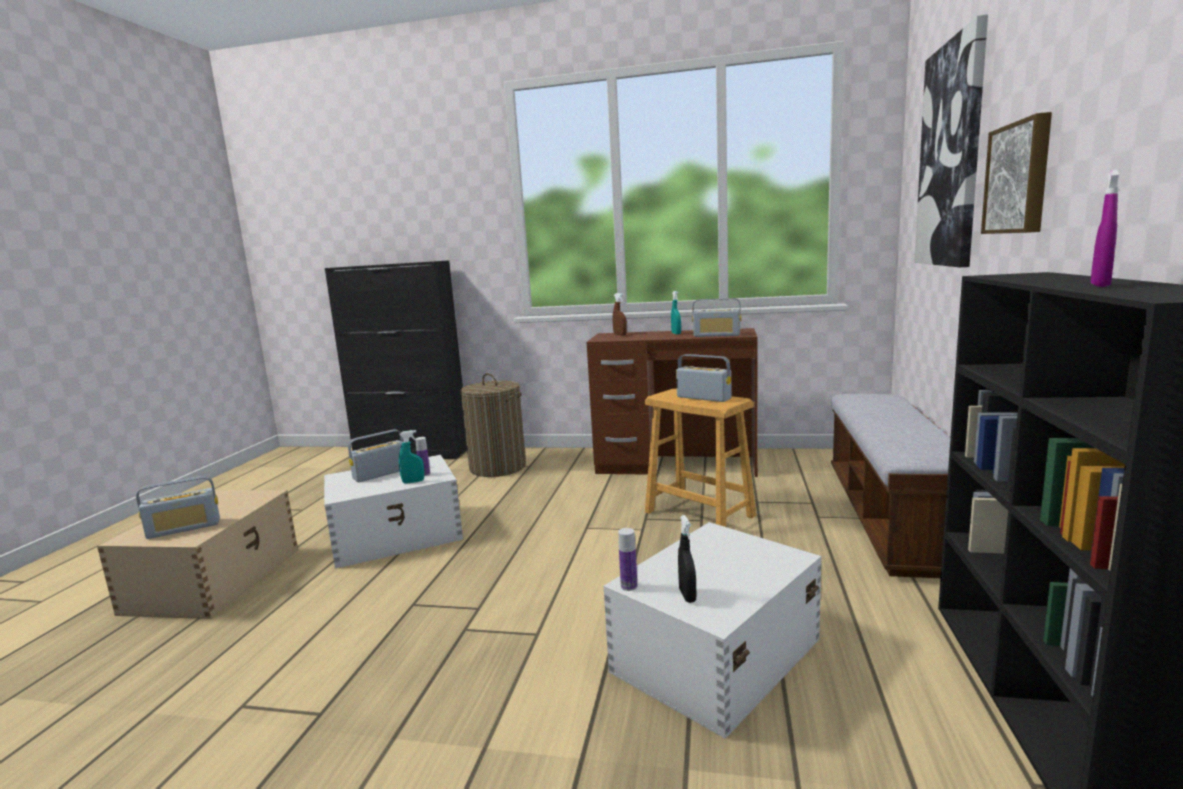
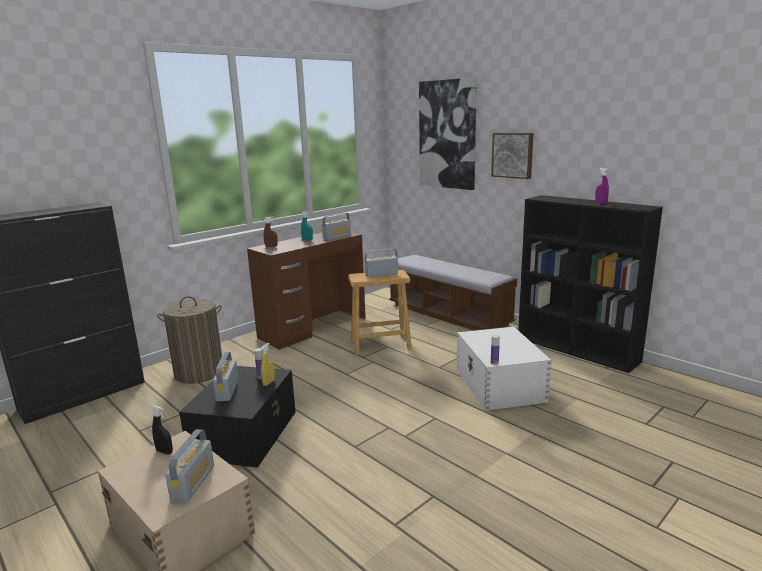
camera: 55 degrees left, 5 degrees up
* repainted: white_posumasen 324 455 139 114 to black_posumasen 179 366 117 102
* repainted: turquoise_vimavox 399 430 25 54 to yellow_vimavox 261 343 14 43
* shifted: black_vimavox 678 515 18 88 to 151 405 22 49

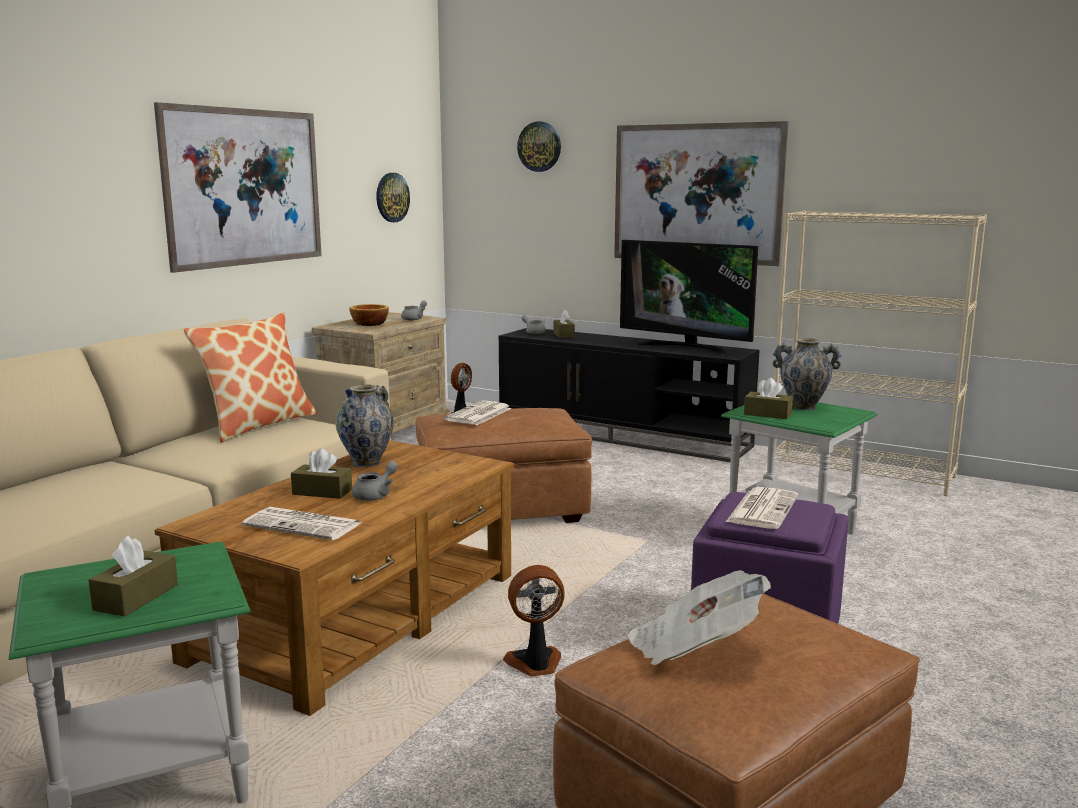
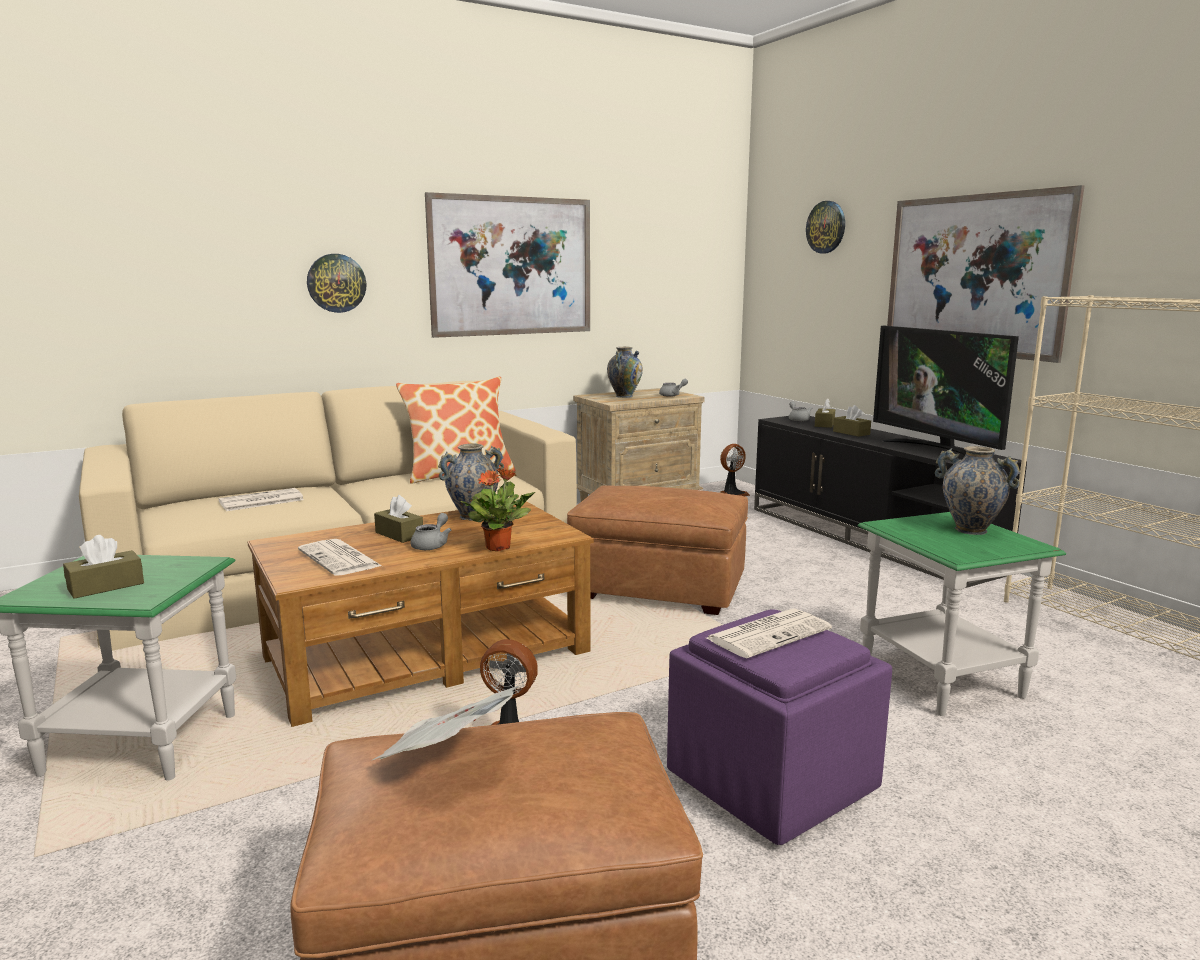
camera: 30 degrees right, 0 degrees up
* swapped: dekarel 349 304 40 22 to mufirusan 607 347 36 51
* rotated: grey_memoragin 352 461 46 40 = 410 513 41 37 45 degrees counterclockwise
* shifted: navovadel 376 173 34 49 to 307 254 59 59
* shifted: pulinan 444 400 67 25 to 218 488 86 23
* shifted: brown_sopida 744 378 49 41 to 833 405 38 32
* new: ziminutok 461 468 74 83

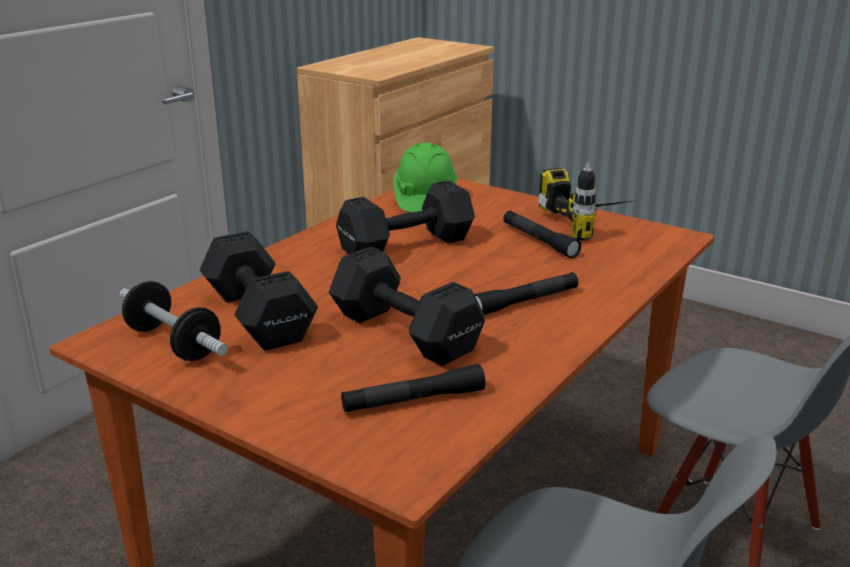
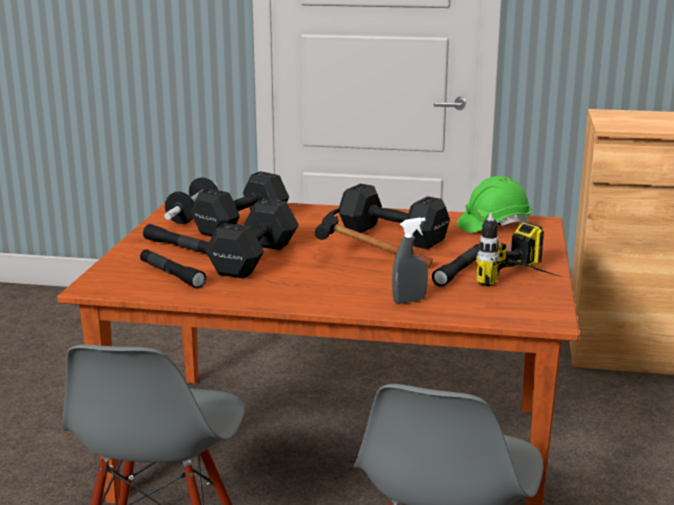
camera: 65 degrees right, 5 degrees down
* shifted: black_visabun 474 272 104 43 to 143 224 66 30
* new: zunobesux 315 208 118 59
* new: grey_vimavox 392 218 36 86

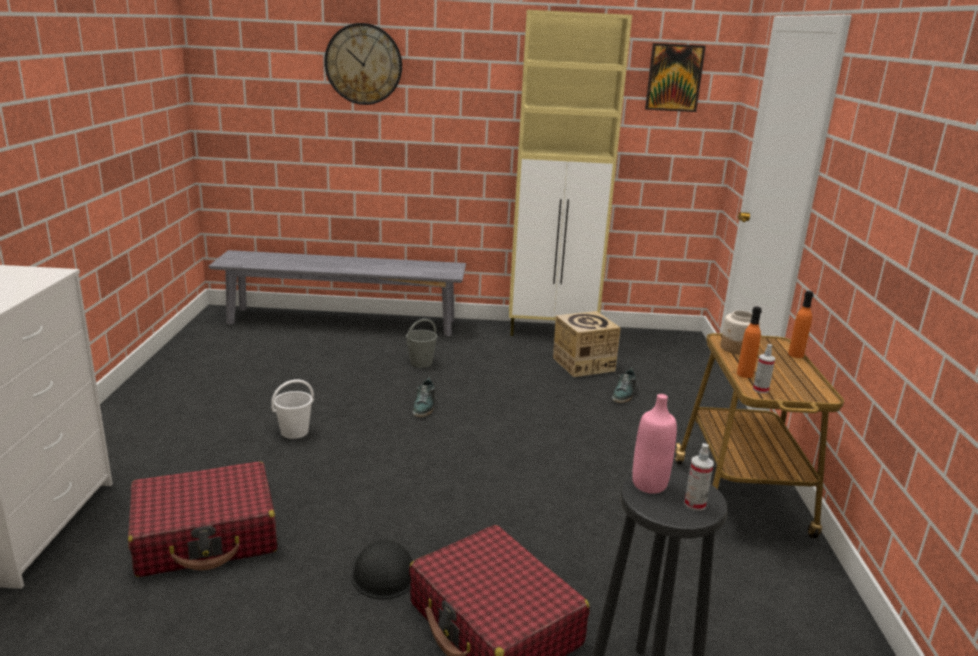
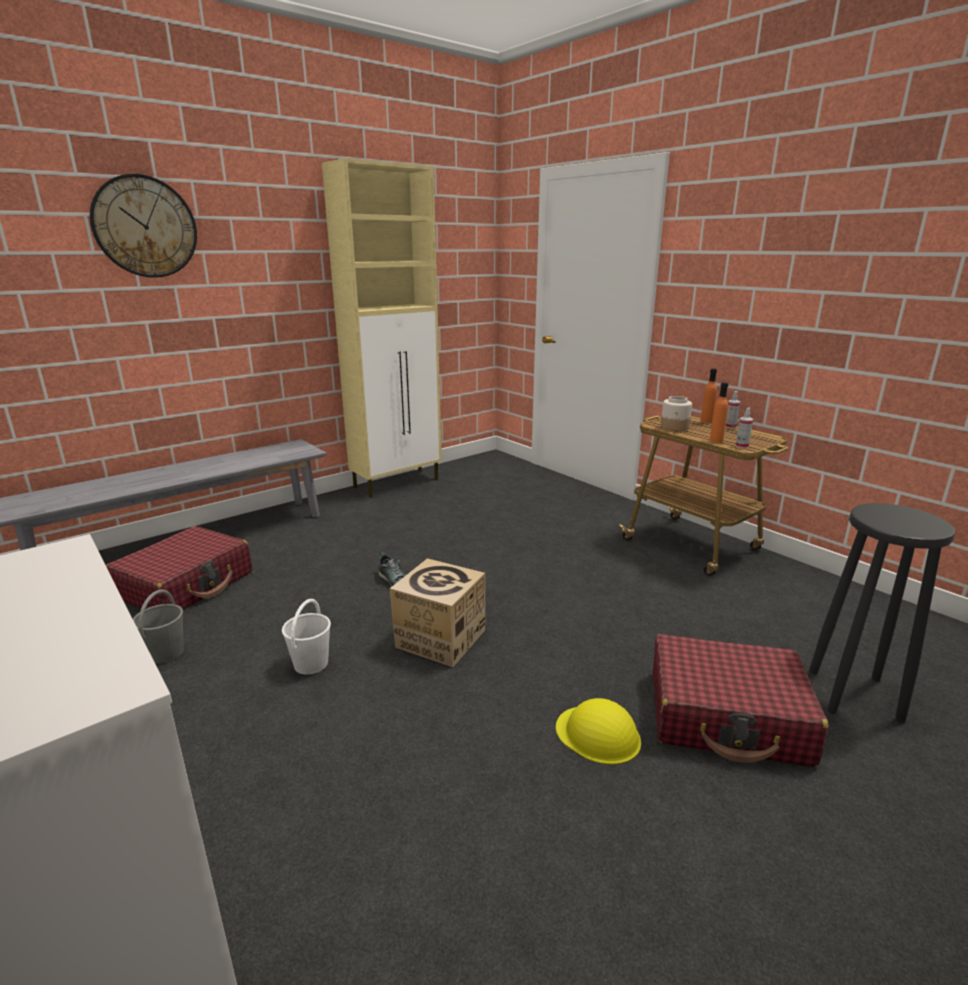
camera: 40 degrees left, 0 degrees up
* shifted: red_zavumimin 128 461 149 116 to 106 526 146 84
* repainted: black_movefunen 351 540 61 59 to yellow_movefunen 556 698 85 67
* shifted: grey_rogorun 406 319 31 49 to 133 589 51 75
* shifted: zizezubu 553 311 68 66 to 390 558 95 109
* gone: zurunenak 612 368 24 35
* gone: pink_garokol 632 394 45 100
* gone: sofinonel 645 43 61 69
* shifted: vimavox 685 443 29 68 to 726 391 14 38

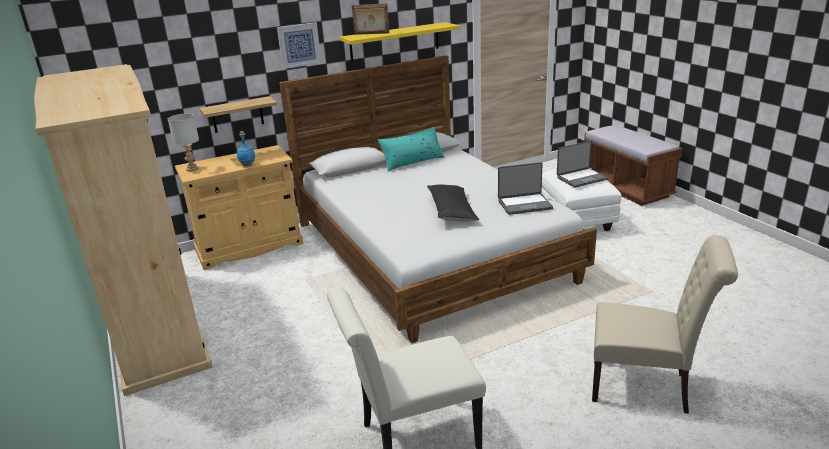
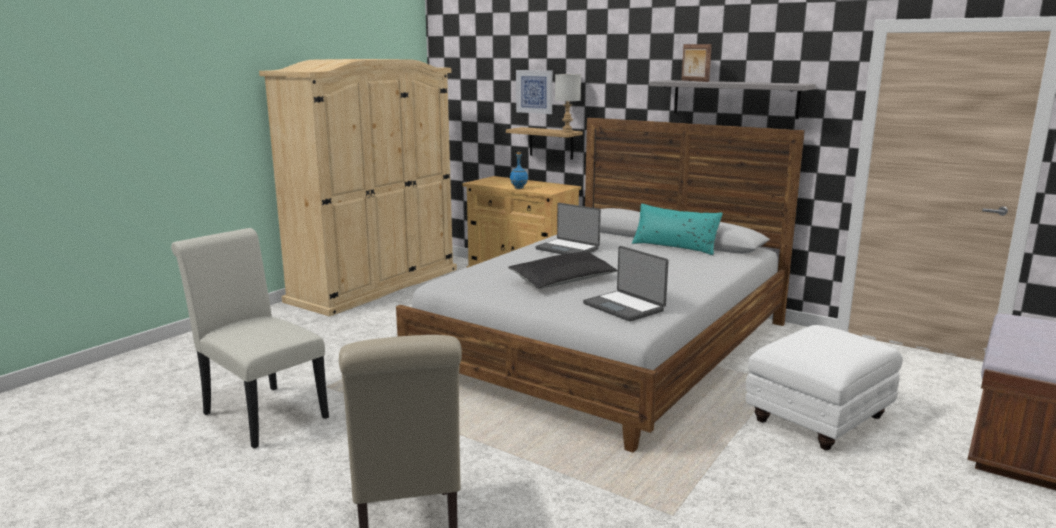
camera: 60 degrees right, 10 degrees down
* shifted: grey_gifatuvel 168 114 31 57 to 555 74 26 58
* shifted: sofinonel 277 22 45 47 to 516 70 37 44
* repainted: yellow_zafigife 339 22 120 40 to grey_zafigife 649 80 167 39
* shifted: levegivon 557 141 51 47 to 535 203 66 51

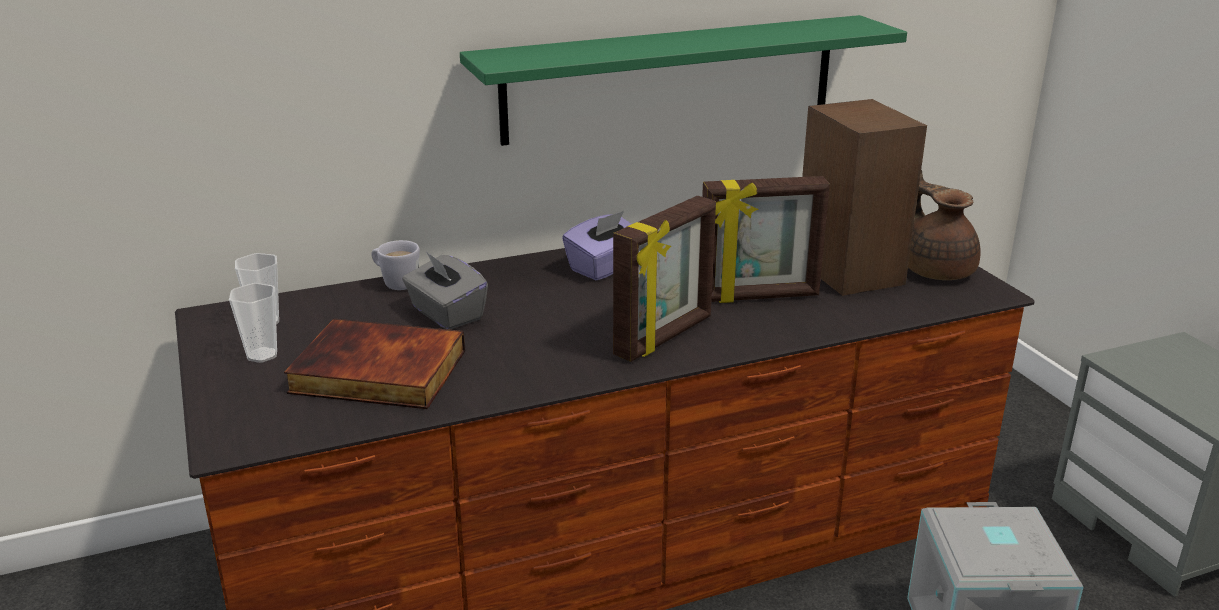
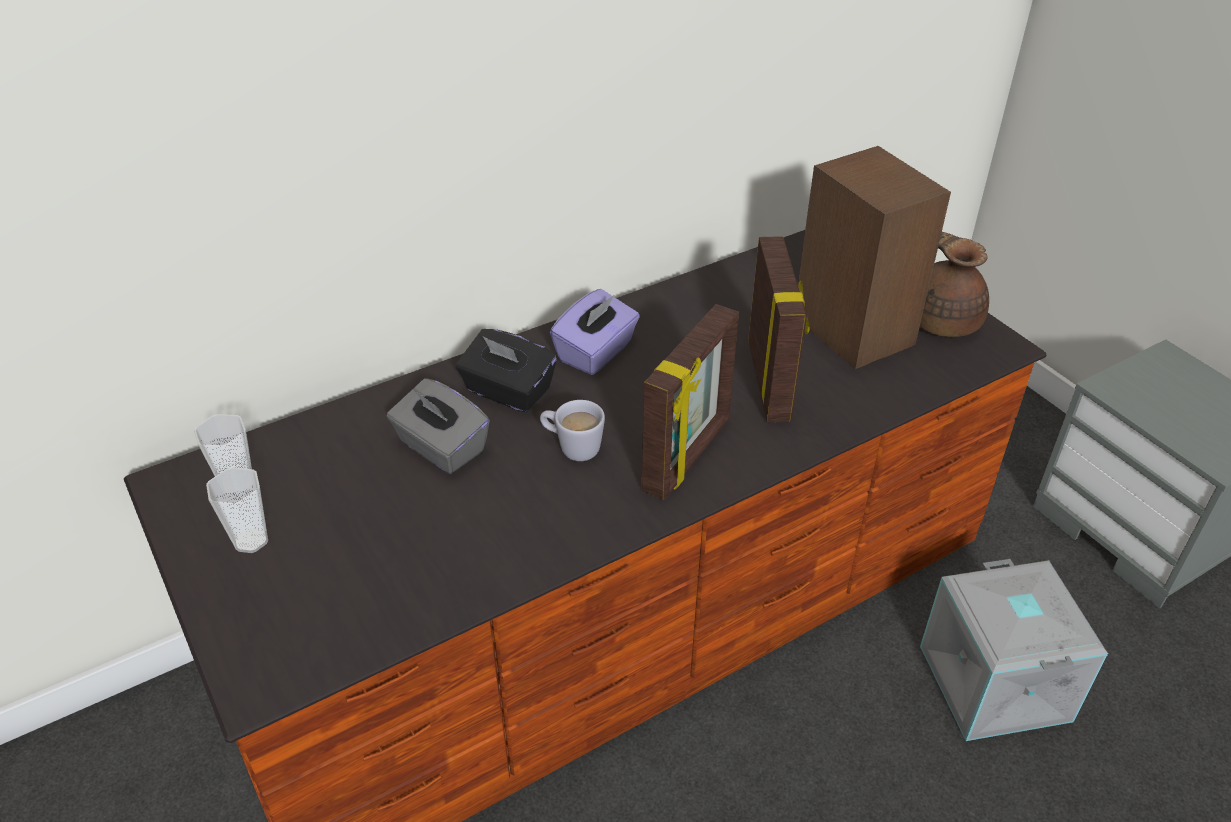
camera: 10 degrees left, 15 degrees up
* gone: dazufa 284 319 181 90
* shifted: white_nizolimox 371 240 49 50 to 540 400 65 61
* gone: green_zafigife 460 15 447 131
* rotated: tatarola 702 176 128 127 = 748 236 62 186 75 degrees counterclockwise
* new: black_sopida 456 329 101 83

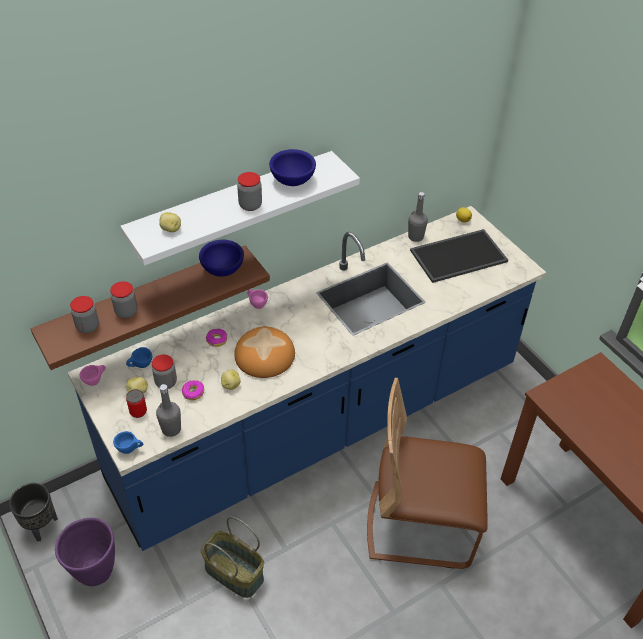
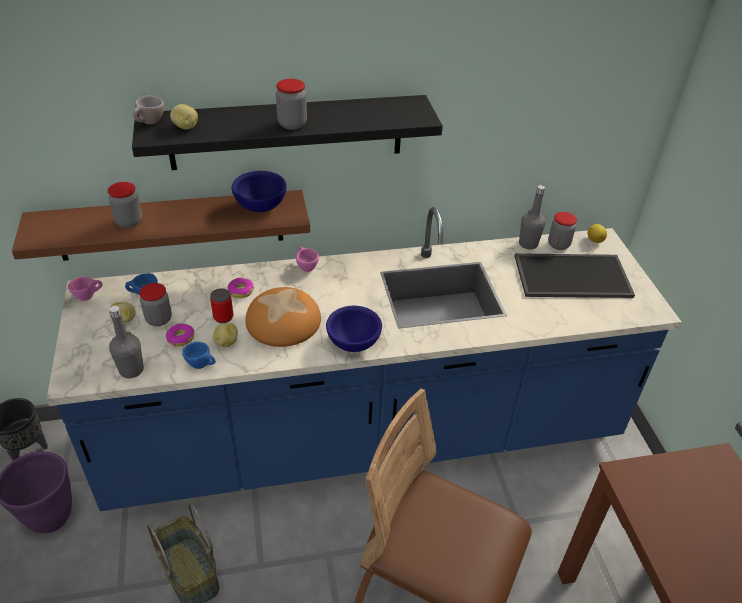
camera: 20 degrees right, 5 degrees down
* shifted: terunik 70 296 29 37 to 548 212 29 38
* shifted: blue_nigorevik 113 431 30 23 to 182 342 34 27
* repainted: white_zafigife 120 151 240 115 to black_zafigife 132 95 311 75
* shifted: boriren 126 389 21 29 to 210 288 23 35
* shifted: blue_dekarel 269 149 47 37 to 326 306 56 46
* new: beige_nigorevik 133 96 31 28

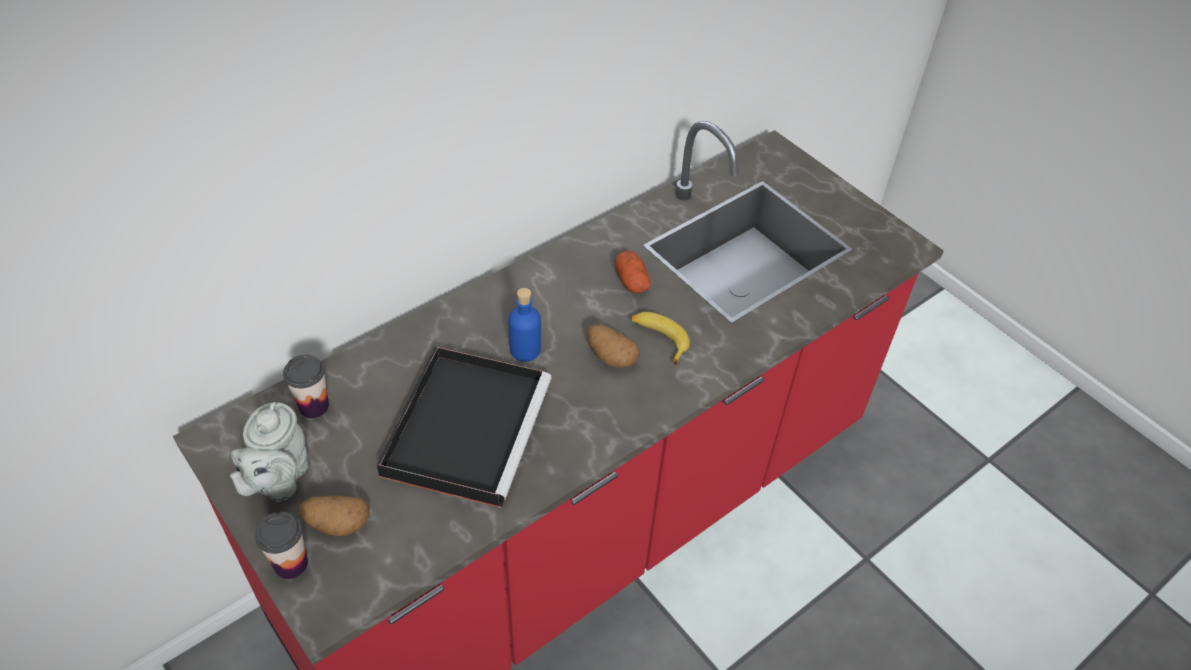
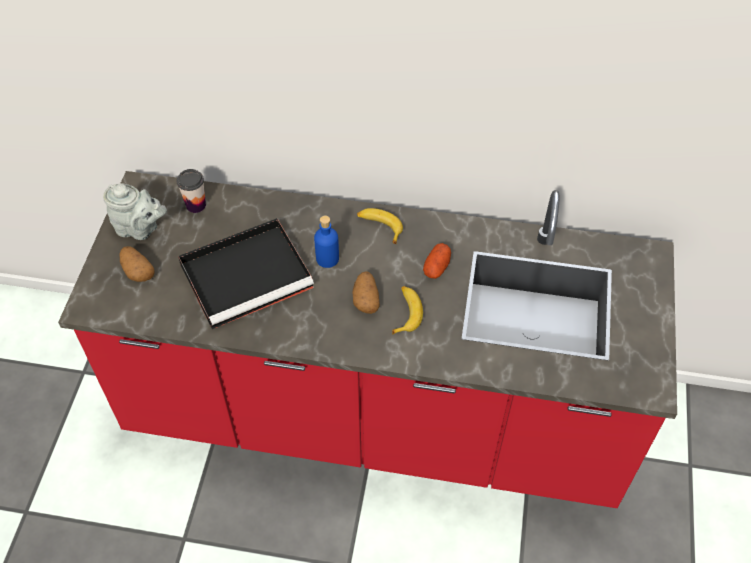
camera: 50 degrees right, 5 degrees up
* rotated: grey_memoragin 230 402 79 100 = 103 184 64 56 135 degrees counterclockwise
* gone: nigorevik 254 512 54 67
* new: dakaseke 357 208 46 36

